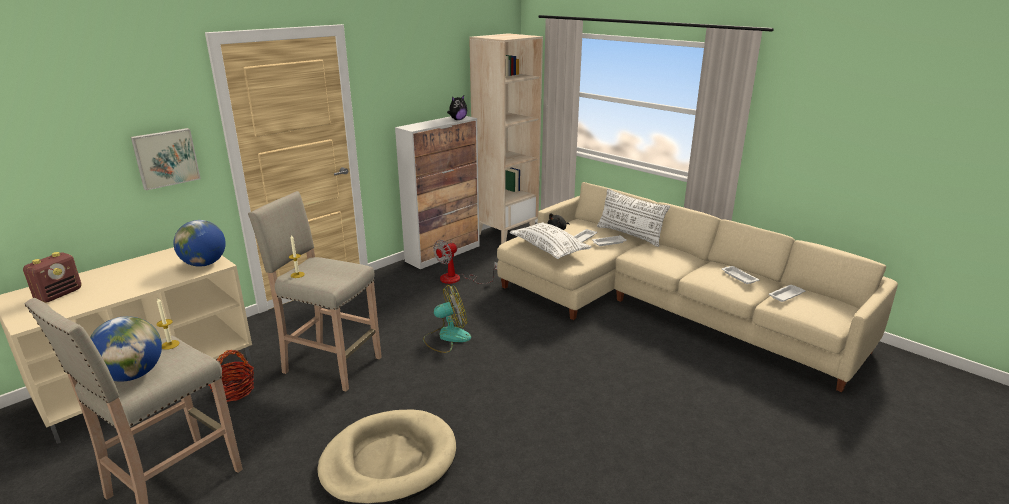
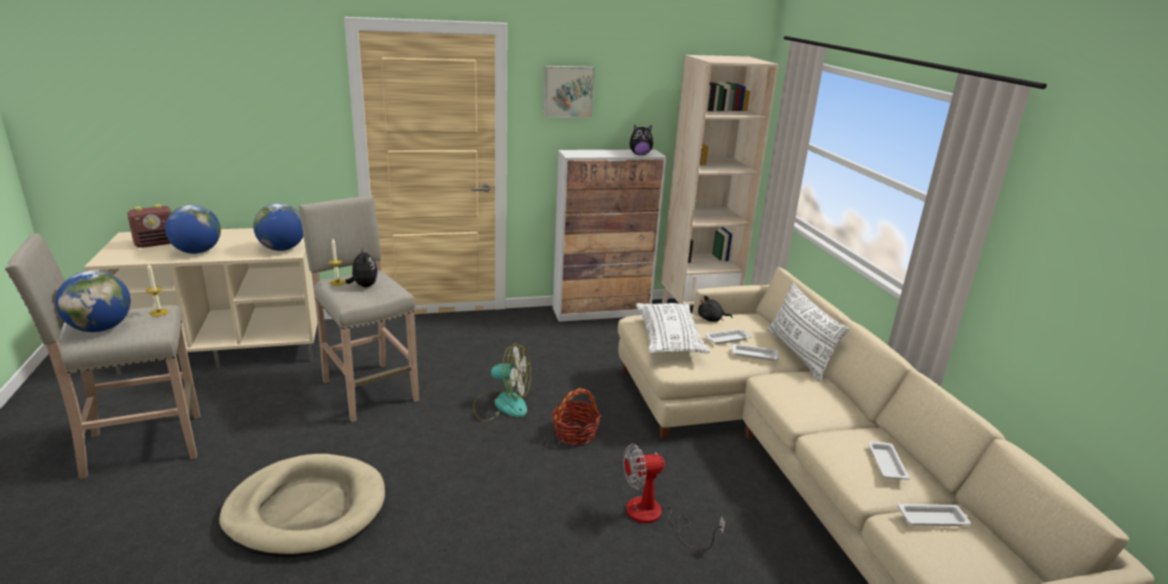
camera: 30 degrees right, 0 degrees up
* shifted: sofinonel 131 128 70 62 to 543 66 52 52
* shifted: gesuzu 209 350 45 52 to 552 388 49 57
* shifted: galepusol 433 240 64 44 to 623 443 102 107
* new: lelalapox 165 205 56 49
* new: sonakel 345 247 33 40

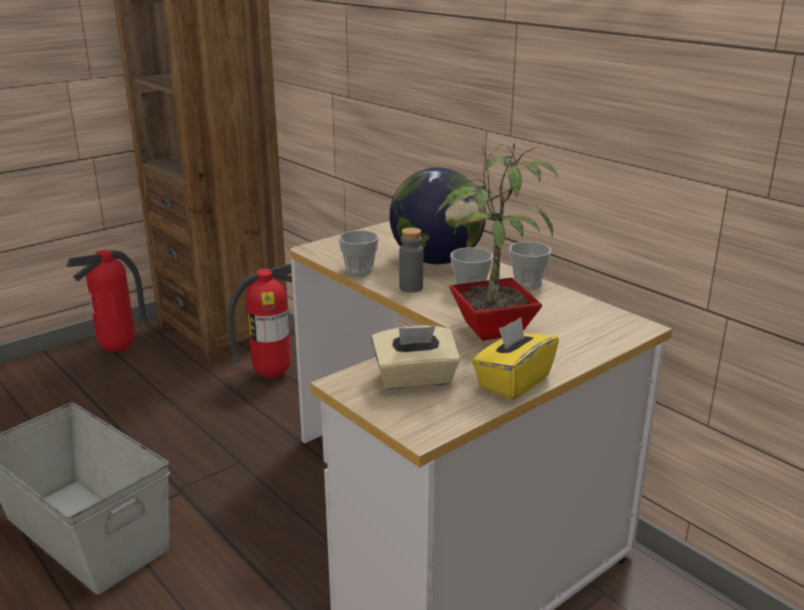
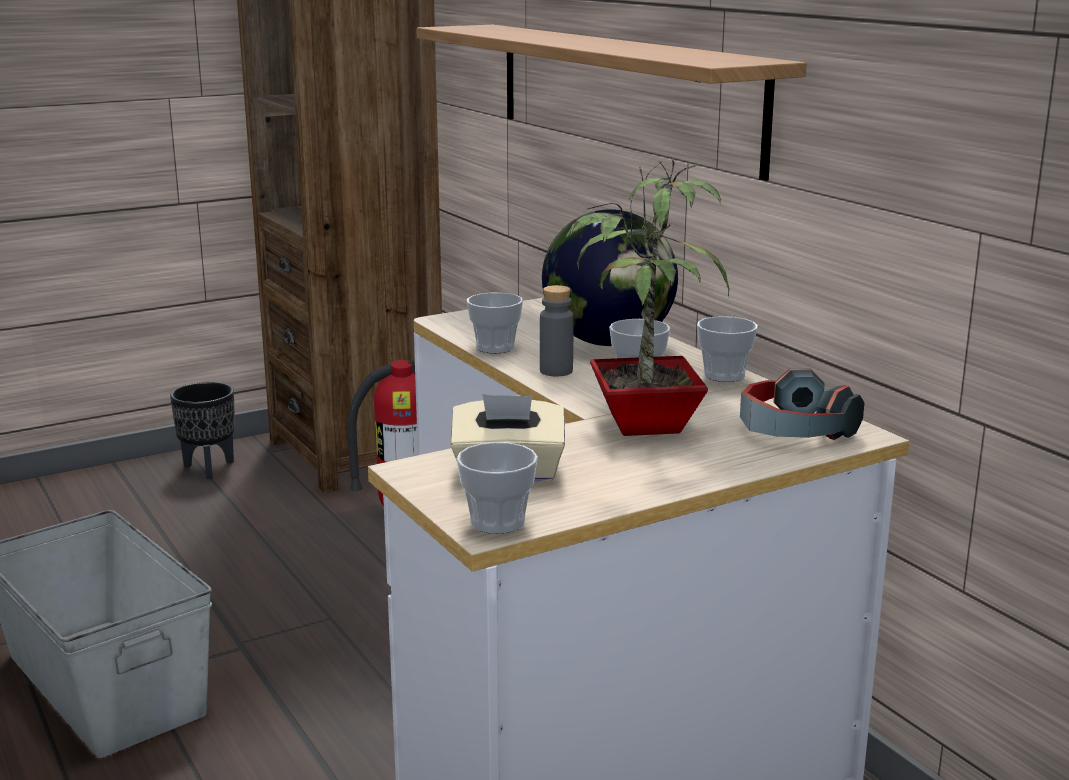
camera: 10 degrees right, 5 degrees down
* swapped: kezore 66 250 82 103 to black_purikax 170 382 65 97
* gone: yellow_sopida 472 317 87 83
* new: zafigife 417 25 390 156
* new: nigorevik 457 442 81 92
* new: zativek 740 369 124 71

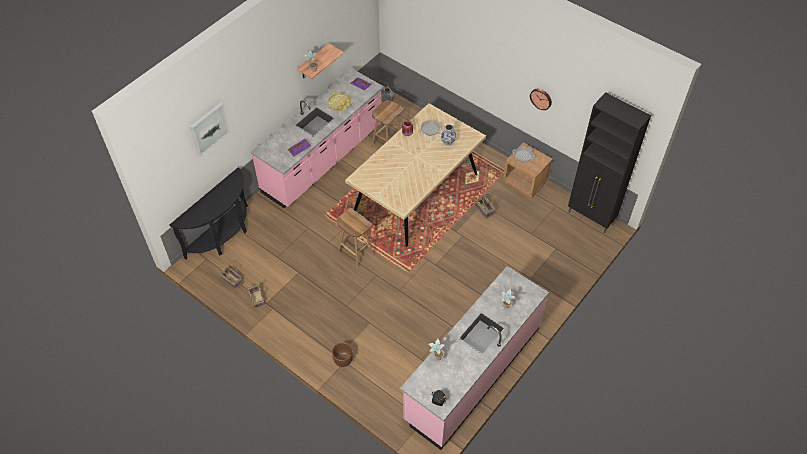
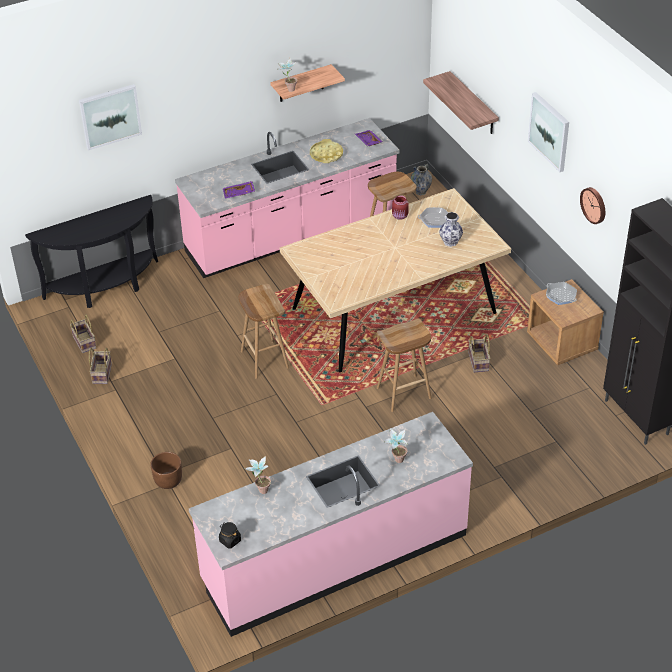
camera: 25 degrees right, 10 degrees down
* new: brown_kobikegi 377 318 55 94
* new: zafigife 423 71 76 63
* new: sofinonel 528 92 41 80

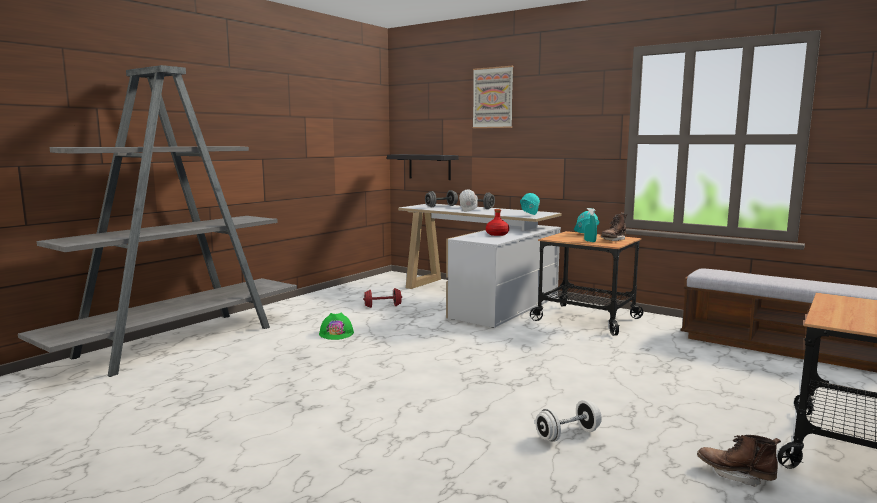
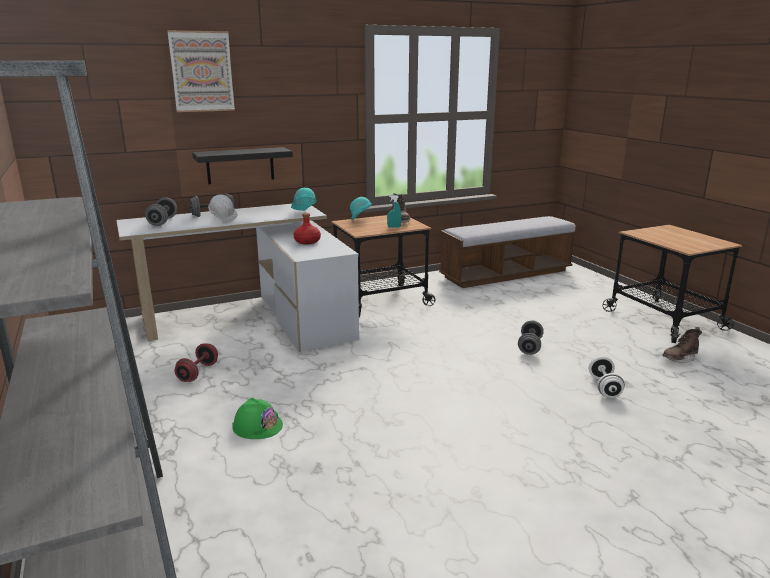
camera: 60 degrees left, 10 degrees up
* shifted: black_zafigife 387 154 71 26 to 192 147 101 37
* new: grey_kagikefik 518 321 26 34

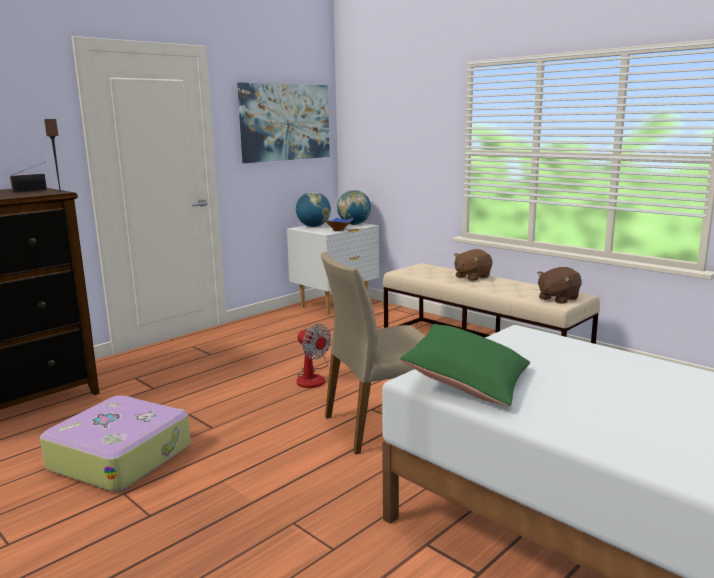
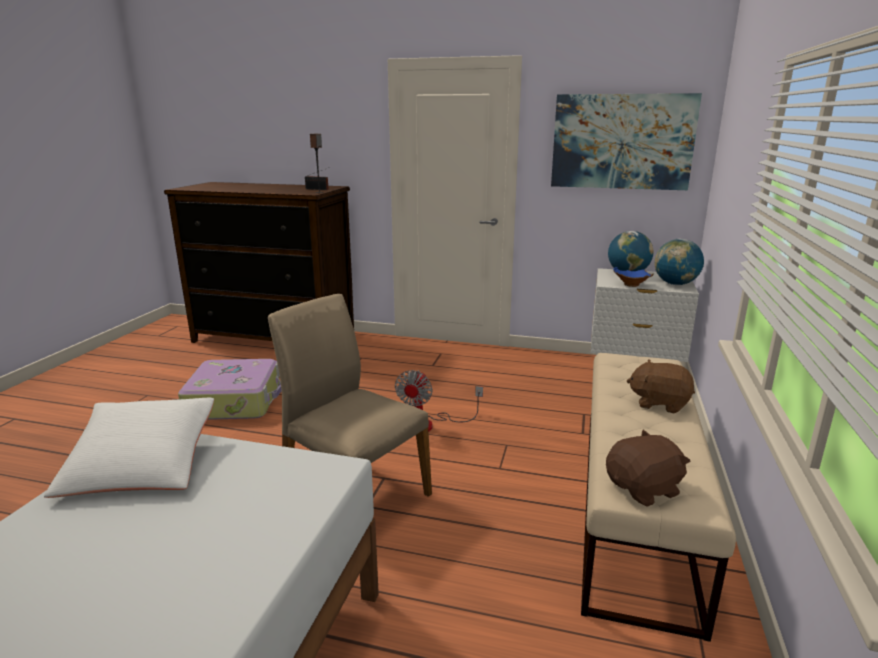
camera: 60 degrees right, 5 degrees up
* repainted: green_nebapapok 400 324 130 83 to white_nebapapok 44 398 170 100
* rotated: brown_sonakel 537 267 45 37 = 606 430 85 77 135 degrees clockwise

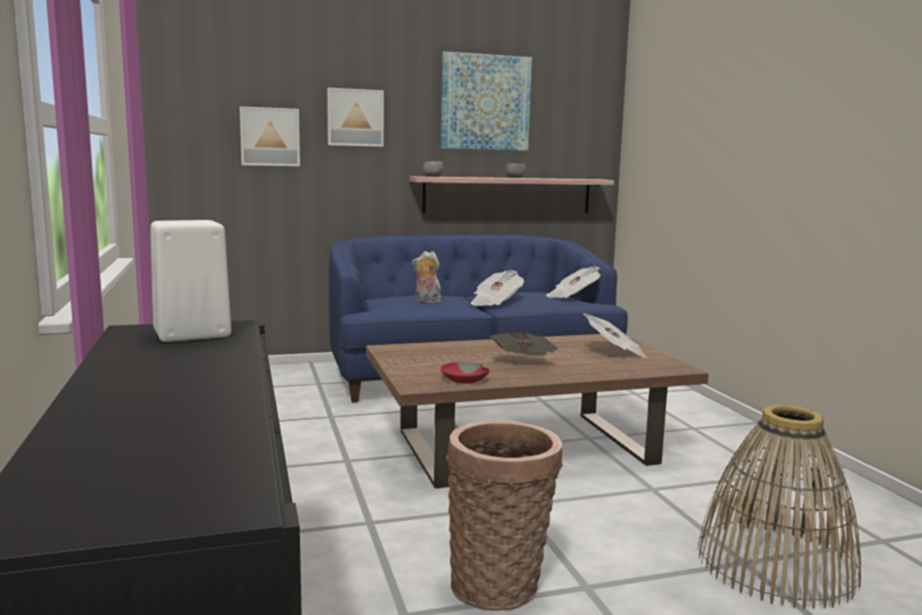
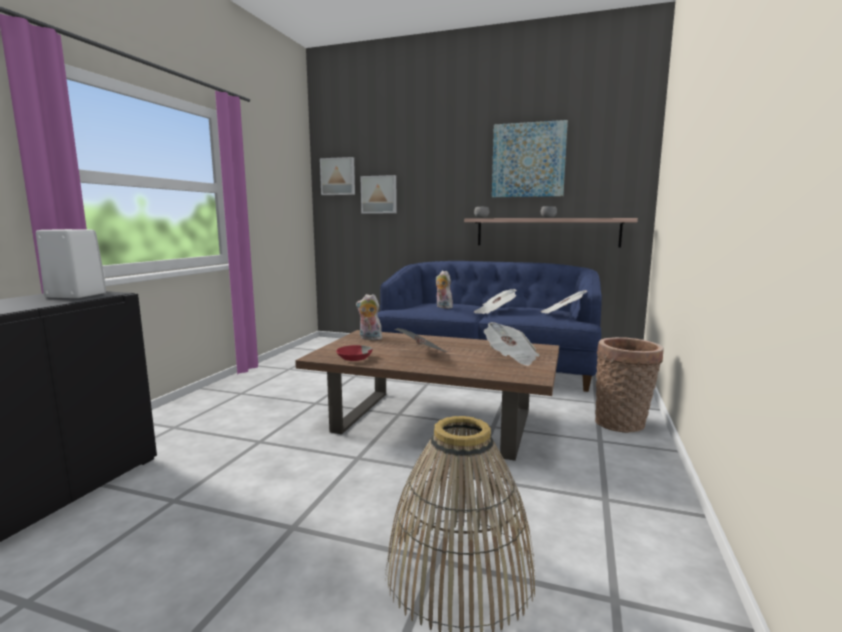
camera: 35 degrees right, 0 degrees up
* shifted: sofinonel 327 88 57 59 to 320 157 35 38
* shifted: gesuzu 446 420 117 191 to 595 337 69 96
* new: sonakel 356 294 26 46

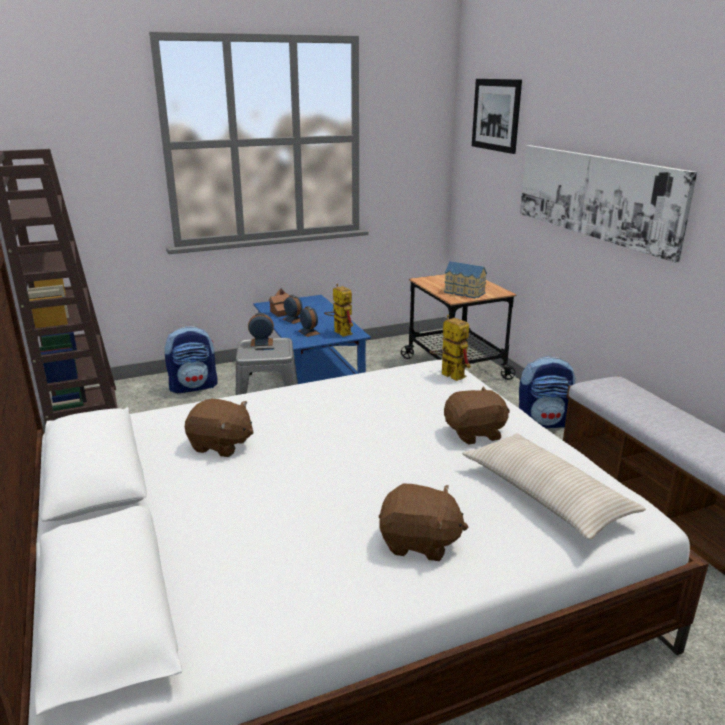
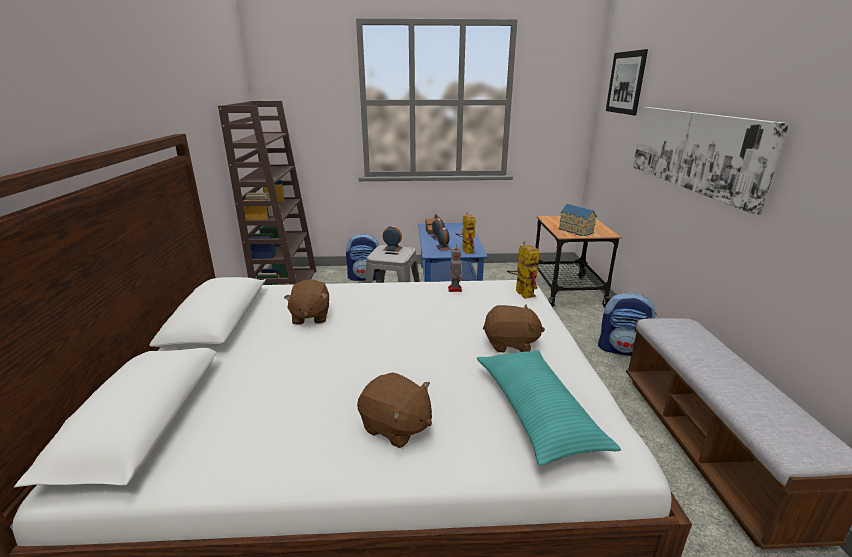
camera: 20 degrees right, 0 degrees up
* rotated: brown_sonakel 185 399 69 58 = 284 279 45 46 45 degrees clockwise
* repainted: beige_nebapapok 462 433 184 107 to turquoise_nebapapok 477 350 144 116
* new: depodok 448 244 14 48

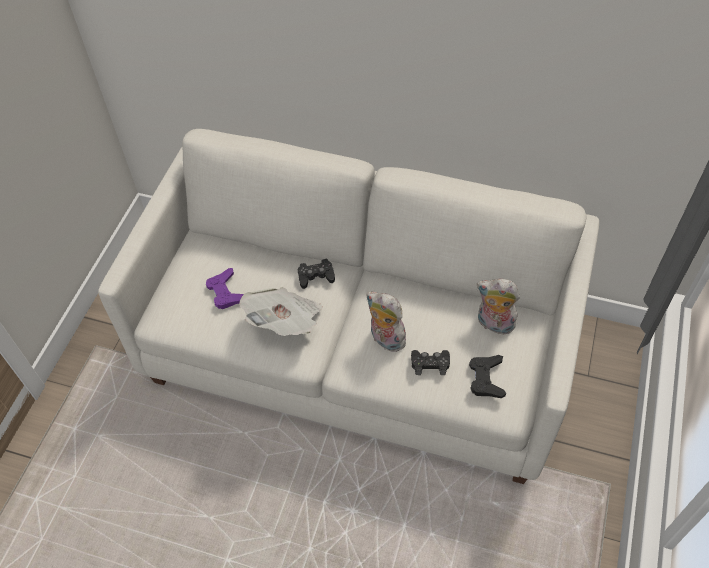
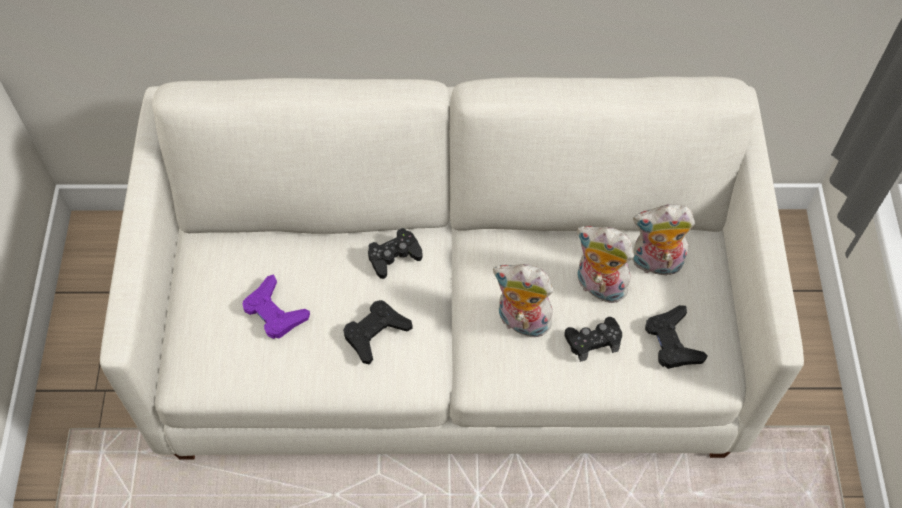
camera: 20 degrees left, 5 degrees up
* swapped: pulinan 239 287 84 49 to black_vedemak 343 300 70 64
* new: sonakel 576 226 58 77

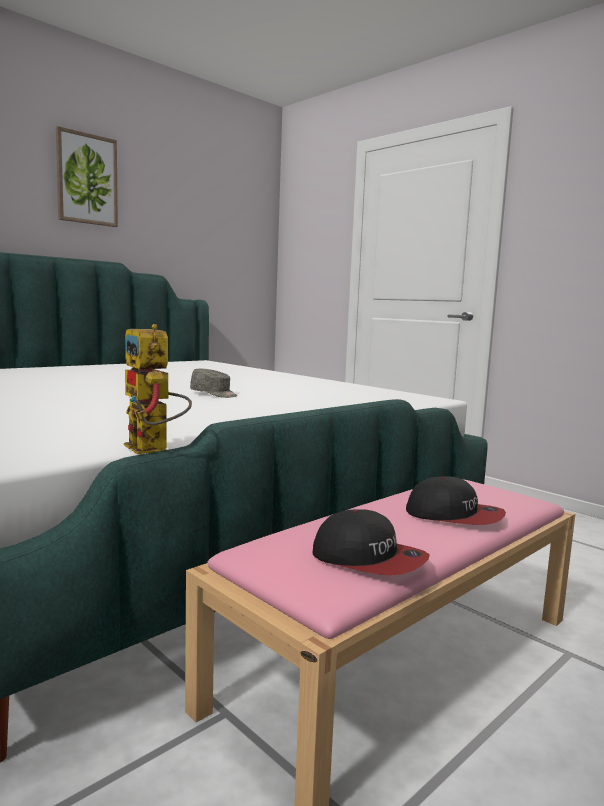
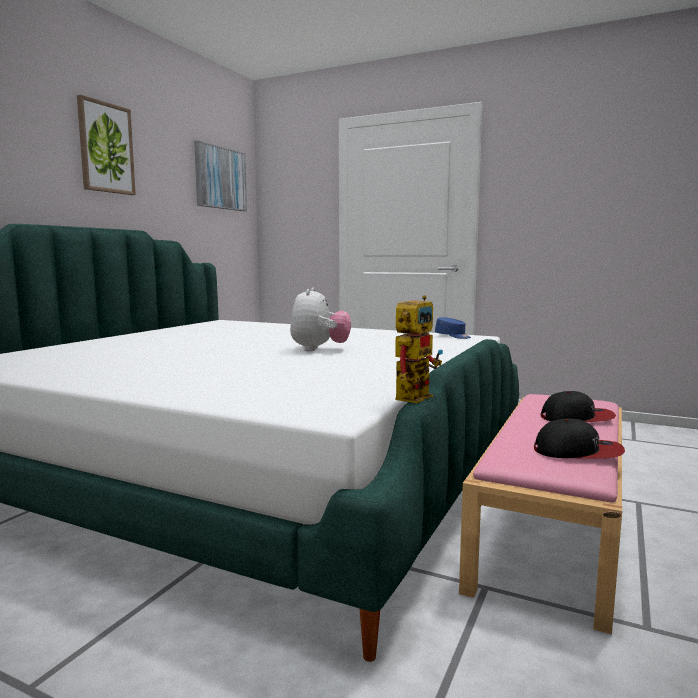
camera: 20 degrees left, 0 degrees up
* rotated: depodok 124 324 68 131 = 395 295 48 108 90 degrees counterclockwise
* swapped: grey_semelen 190 369 47 29 to sonakel 290 288 61 63
* new: sofinonel 194 141 53 70
* new: blue_semelen 435 317 36 22

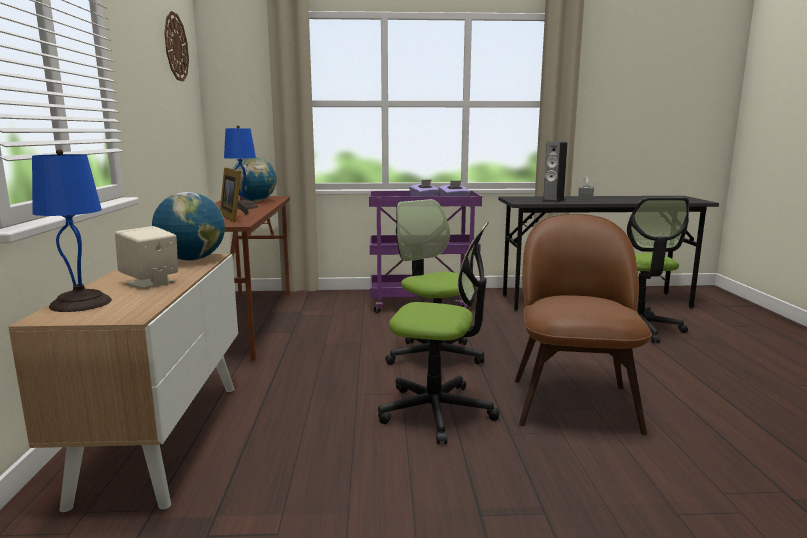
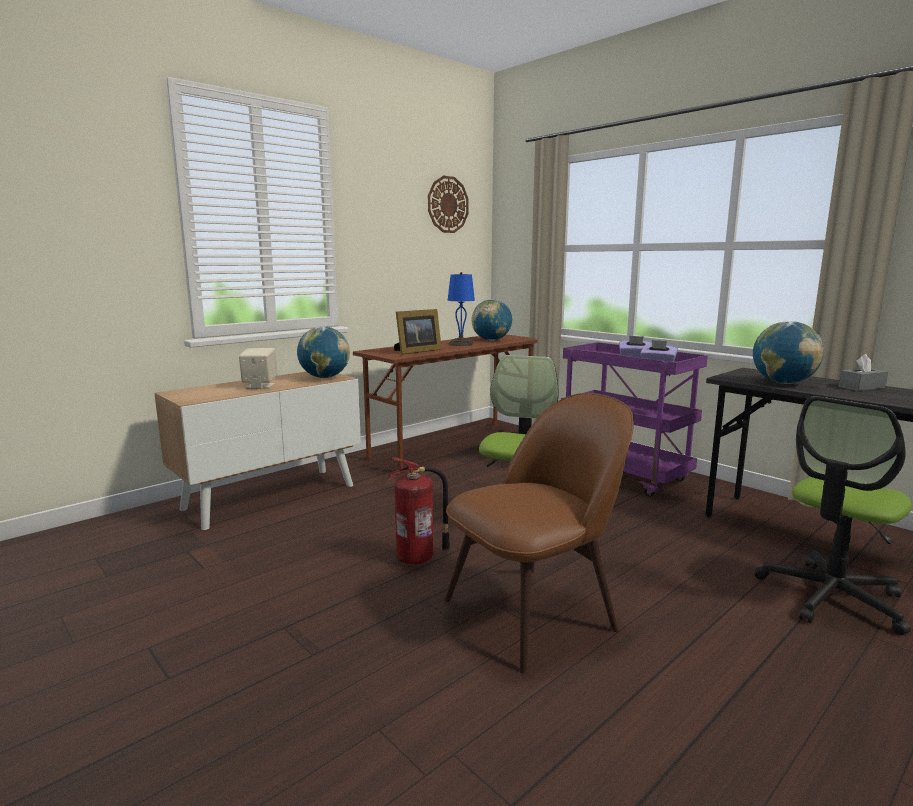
camera: 50 degrees right, 0 degrees up
* gone: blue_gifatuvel 32 149 80 163
* rotated: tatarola 220 168 29 55 = 394 309 48 46 150 degrees counterclockwise
* swapped: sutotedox 378 221 122 223 to kezore 388 457 62 108
* swapped: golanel 542 141 26 62 to lelalapox 753 321 71 63

